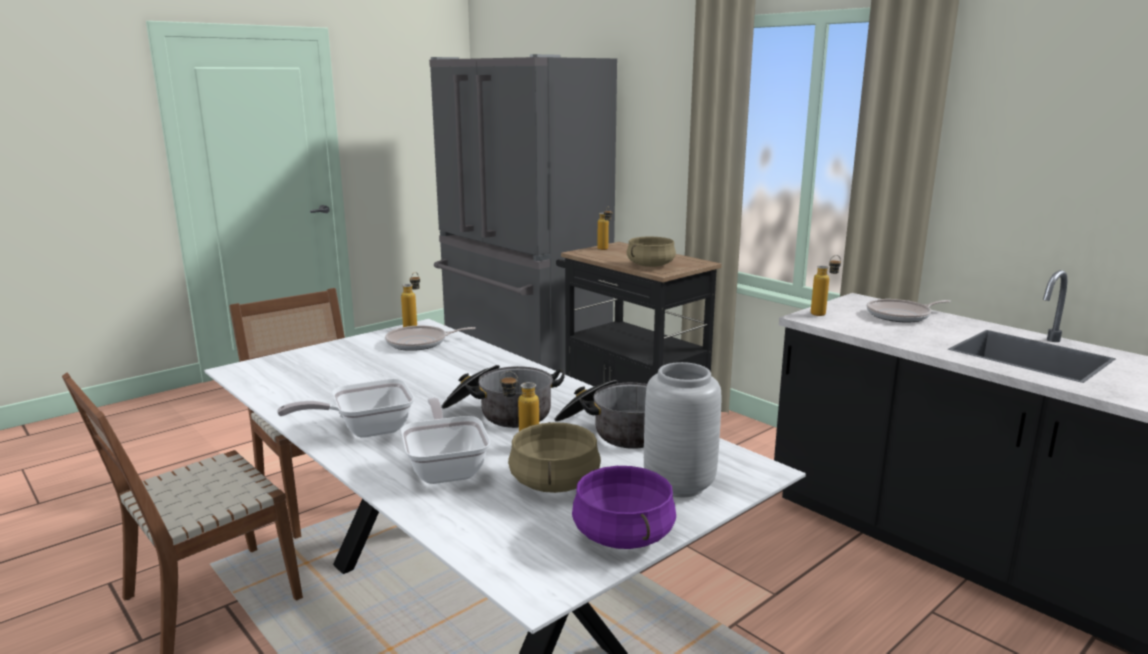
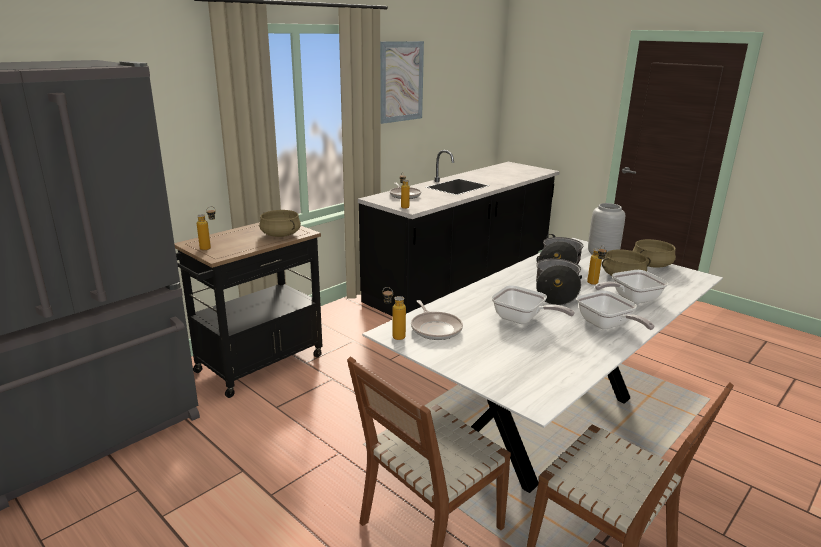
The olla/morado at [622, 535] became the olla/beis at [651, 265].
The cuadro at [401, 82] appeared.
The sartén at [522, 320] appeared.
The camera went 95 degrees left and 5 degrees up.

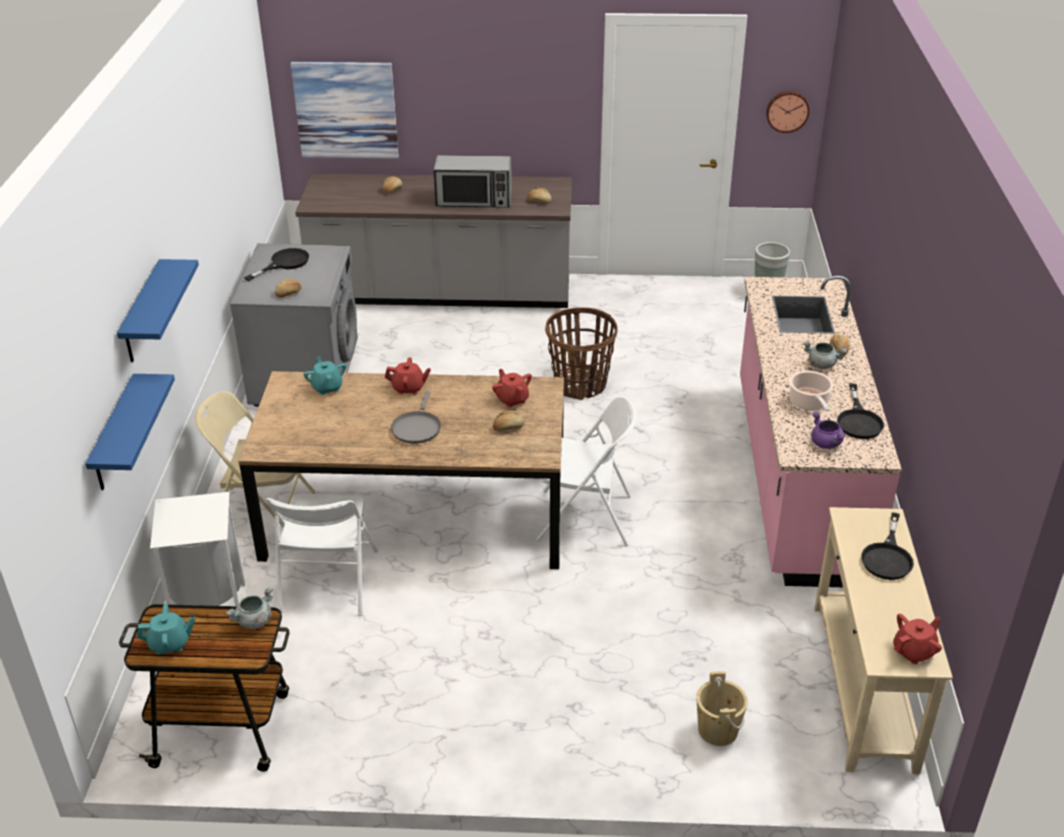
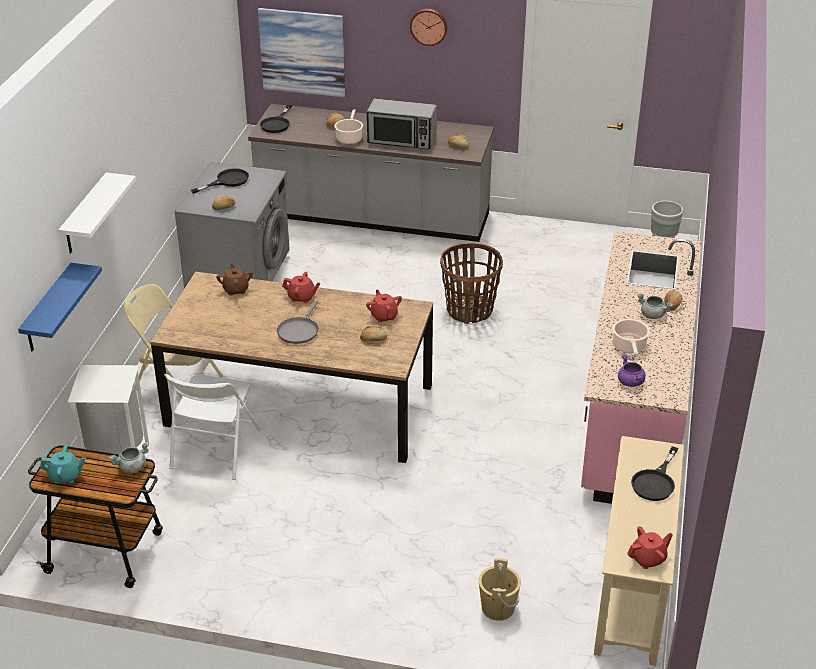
The estante/azul at [142, 313] became the estante/blanco at [85, 215].
The tetera/turquesa at [327, 387] became the tetera/marrón at [236, 290].
The silla/blanco at [584, 518] disappeared.
The reloj de pared moved from [787, 111] to [429, 26].
The sartén/negro moved from [858, 420] to [277, 123].
The olla at [349, 138] appeared.
The camera went 10 degrees right and 0 degrees up.

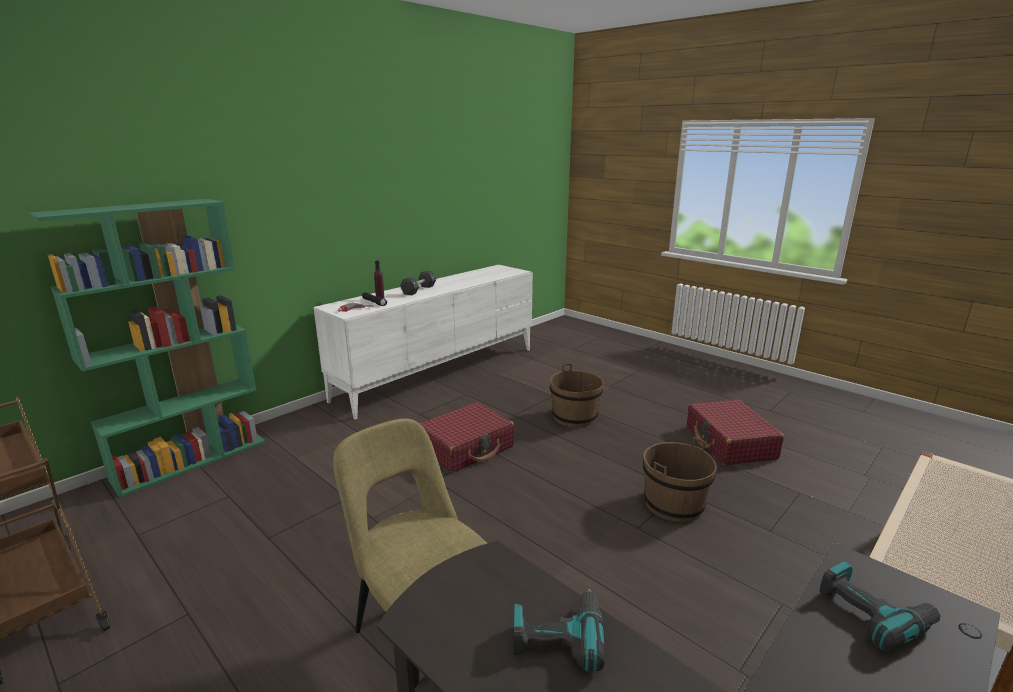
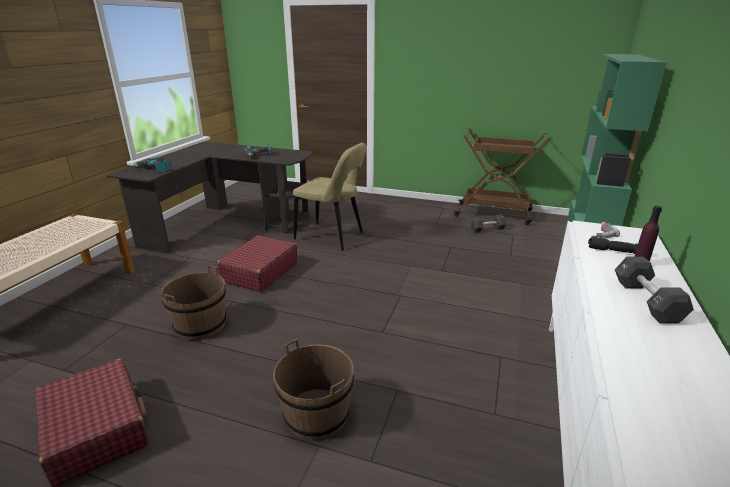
The maleta/rojo moved from [466, 447] to [260, 272].
The mancuerna/negro at [487, 229] appeared.
The camera went 155 degrees right and 5 degrees up.

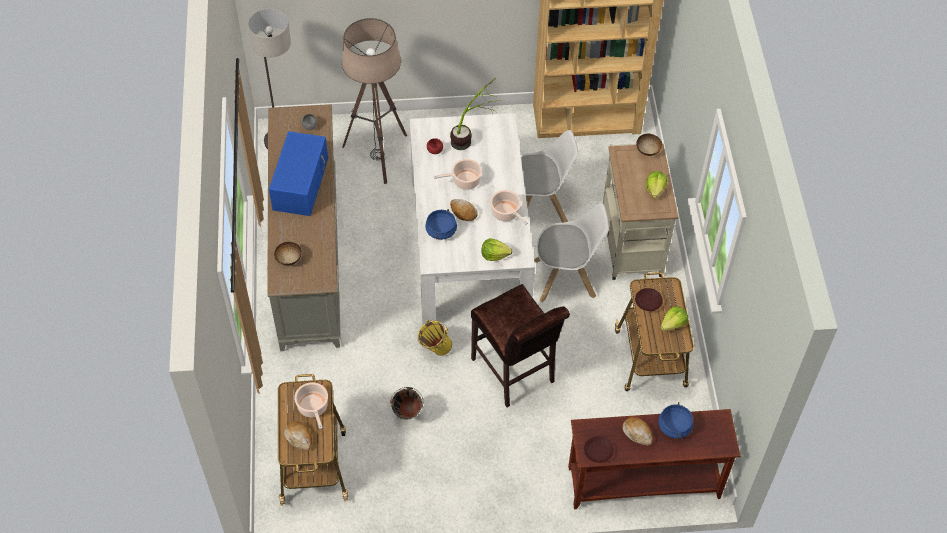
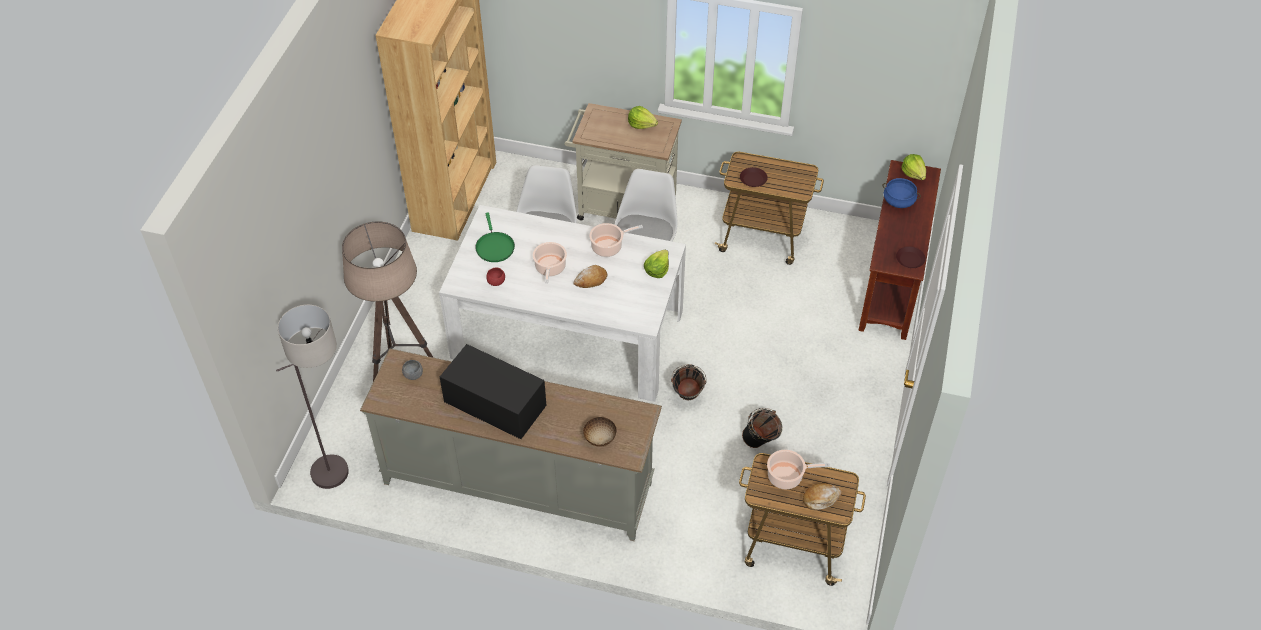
The microondas/azul at [300, 182] became the microondas/negro at [493, 403].
The cubo/amarillo at [434, 349] became the cubo/negro at [687, 399].
The olla/azul at [441, 231] disappeared.
The planta en maceta at [472, 137] was replaced by the sartén/verde at [494, 247].
The taburete/marrón at [515, 374] disappeared.
The pan at [637, 433] disappeared.
The cuenco at [647, 151] disappeared.
The lechuga moved from [673, 324] to [913, 173].
The camera went 70 degrees left and 5 degrees down.

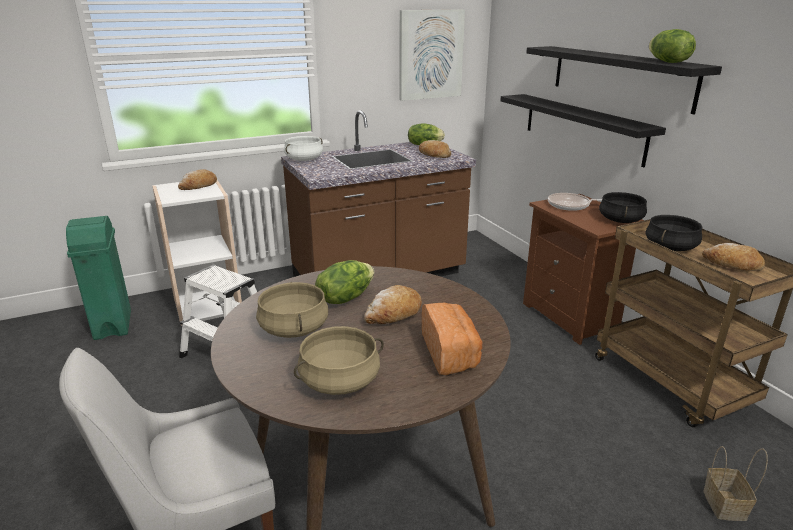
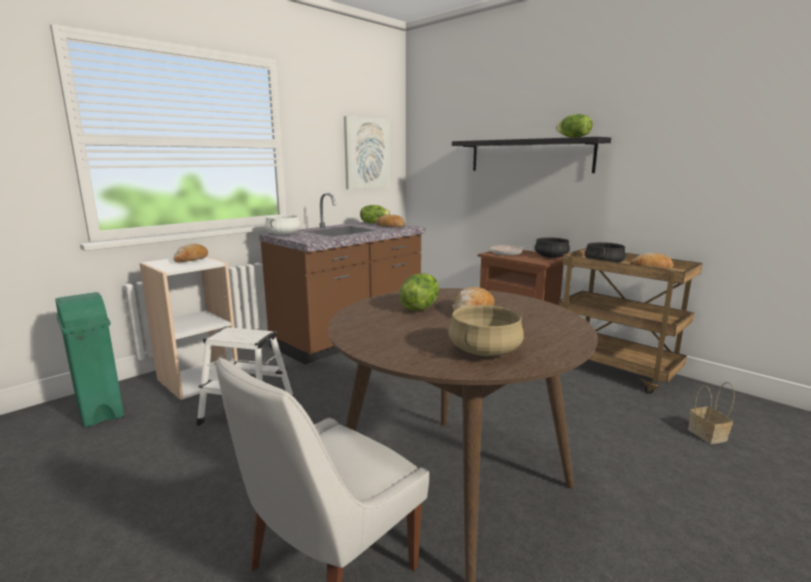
The olla/beis at [294, 328] disappeared.
The pan at [451, 353] disappeared.
The estante/negro at [582, 127] disappeared.
The camera went 20 degrees left and 10 degrees down.

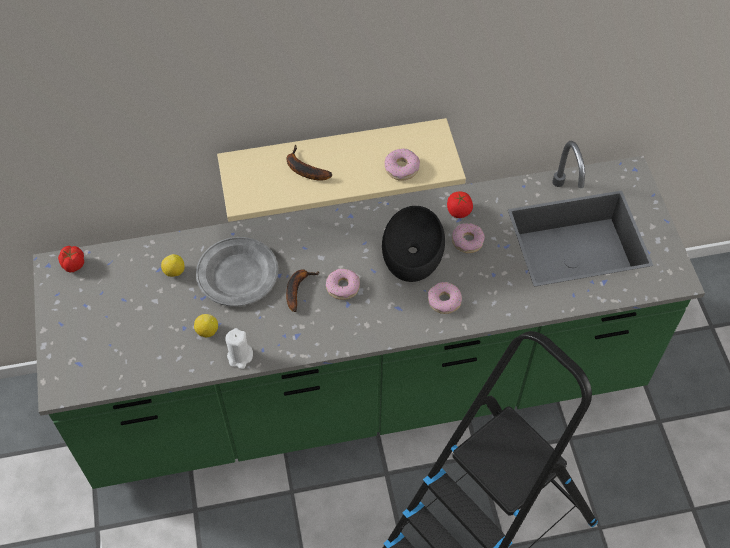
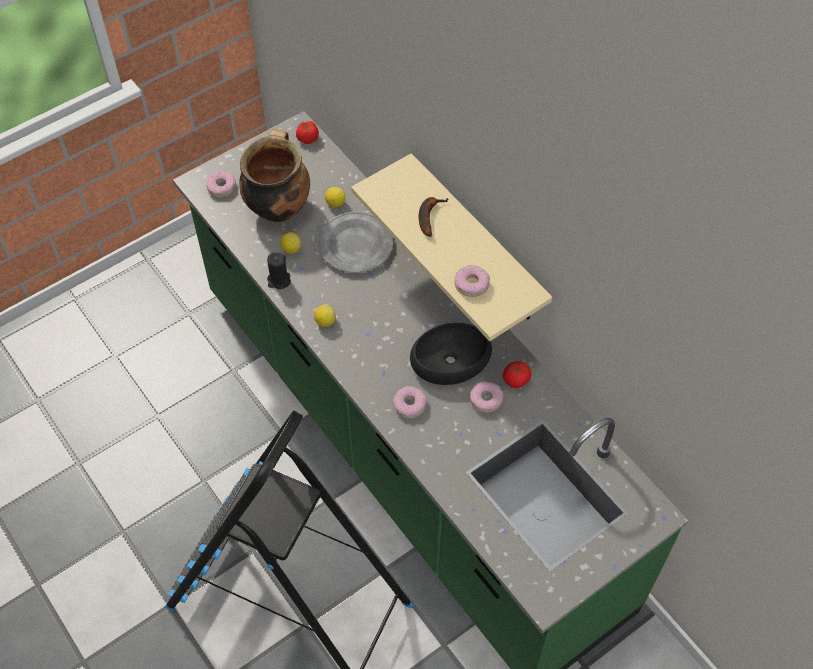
The vela/blanco at [240, 356] became the vela/negro at [279, 280].
The plátano at [297, 288] disappeared.
The rosquilla moved from [343, 287] to [221, 187].
The olla at [278, 207] appeared.
The limón at [325, 321] appeared.
The camera went 65 degrees right and 0 degrees up.

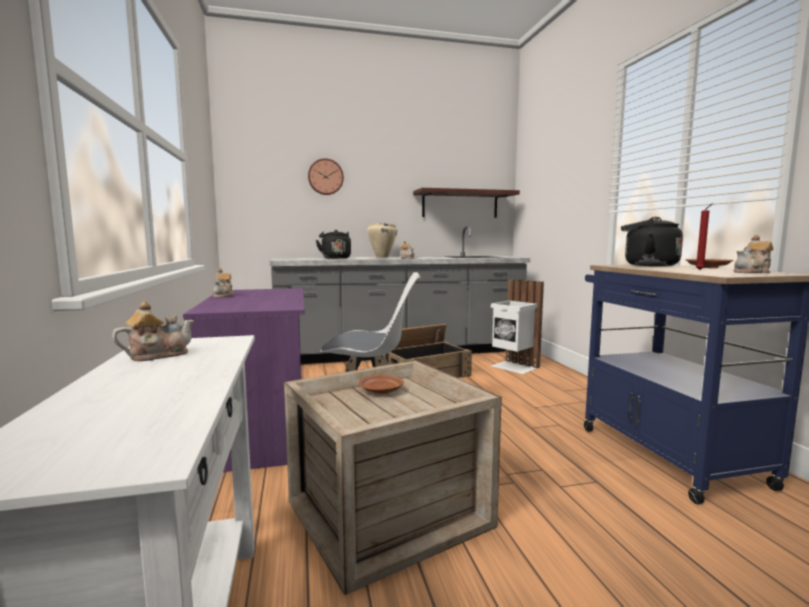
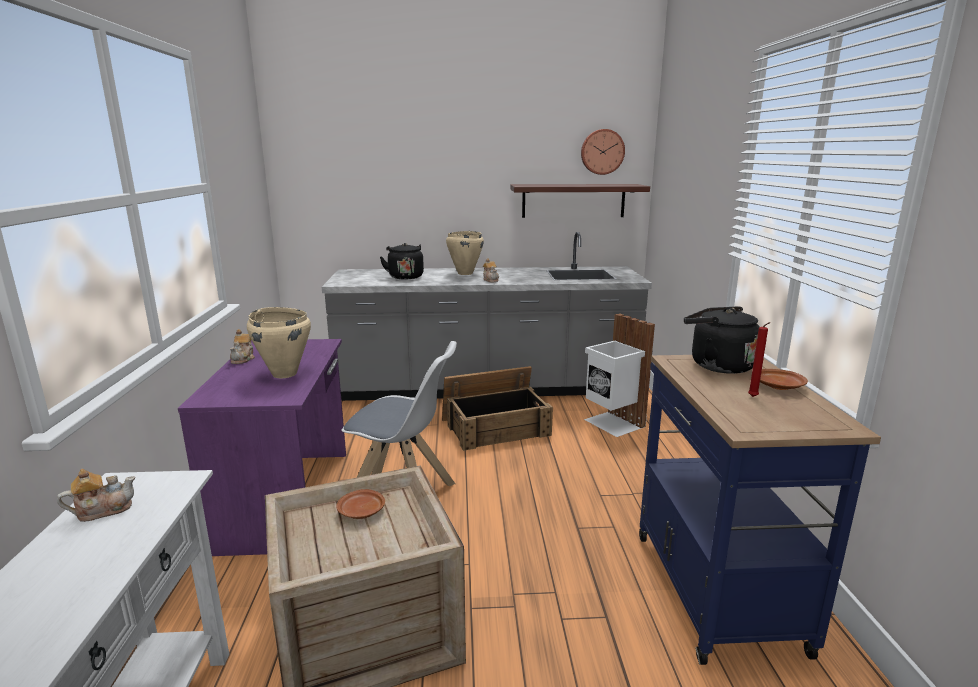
The reloj de pared moved from [325, 177] to [602, 152].
The tetera at [752, 272] disappeared.
The olla/beis at [284, 374] appeared.
The camera went 10 degrees right and 10 degrees up.

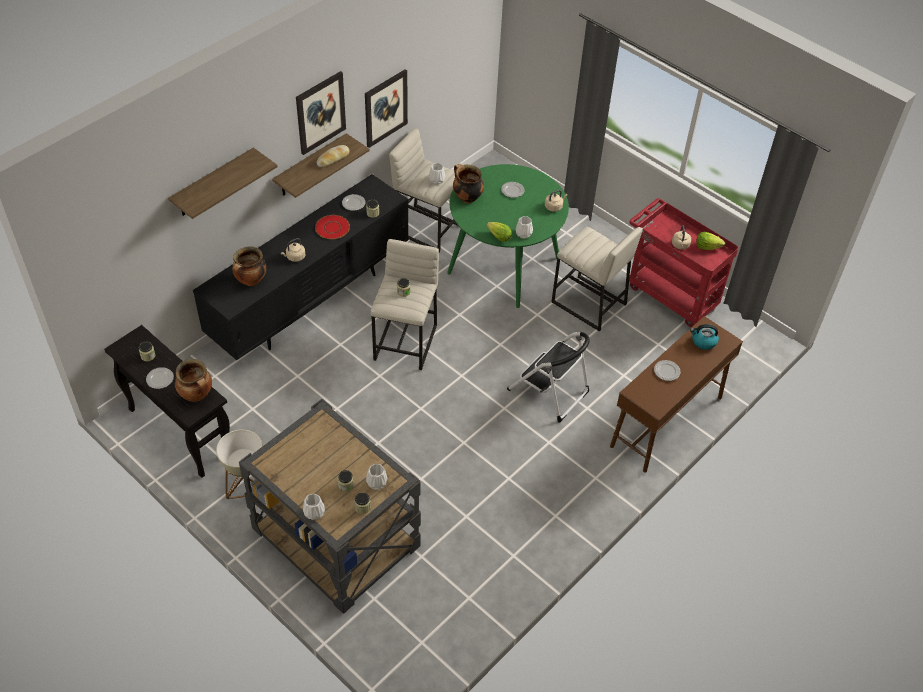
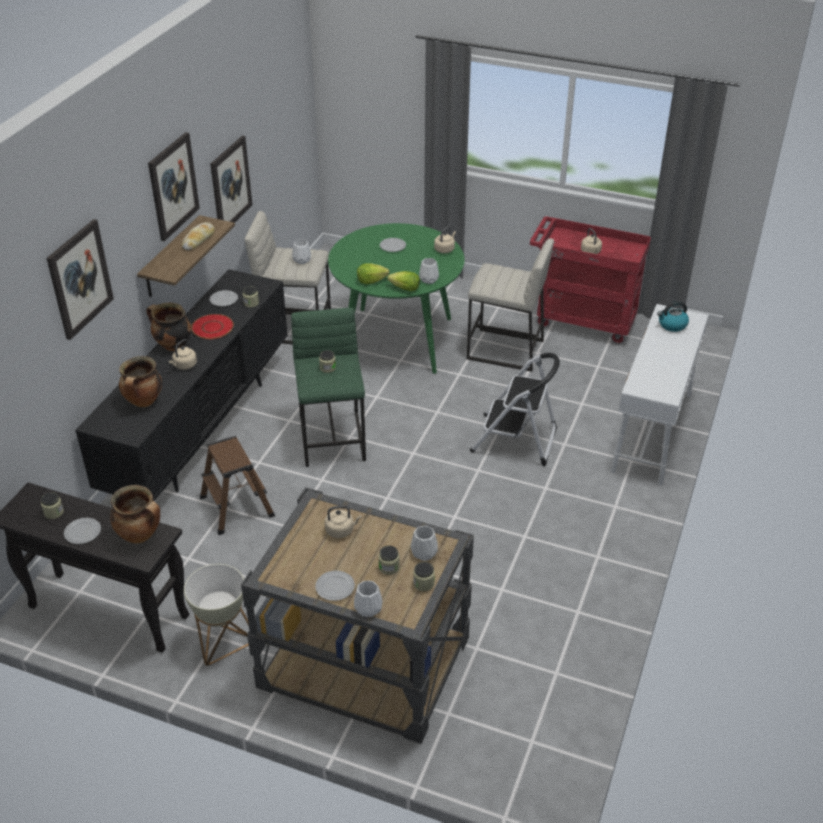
The estante at [213, 183] was replaced by the cuadro at [80, 279].
The taburete/beis at [405, 342] became the taburete/verde at [332, 439].
The olla moved from [467, 197] to [172, 345].
The mesa consola/marrón at [665, 421] became the mesa consola/blanco at [651, 432].
The plato moved from [666, 371] to [334, 587].
The lechuga moved from [707, 247] to [371, 281].
The escalera de tijera/marrón at [237, 506] appeared.
The hervidor/beis at [341, 530] appeared.
The camera went 20 degrees left and 10 degrees down.

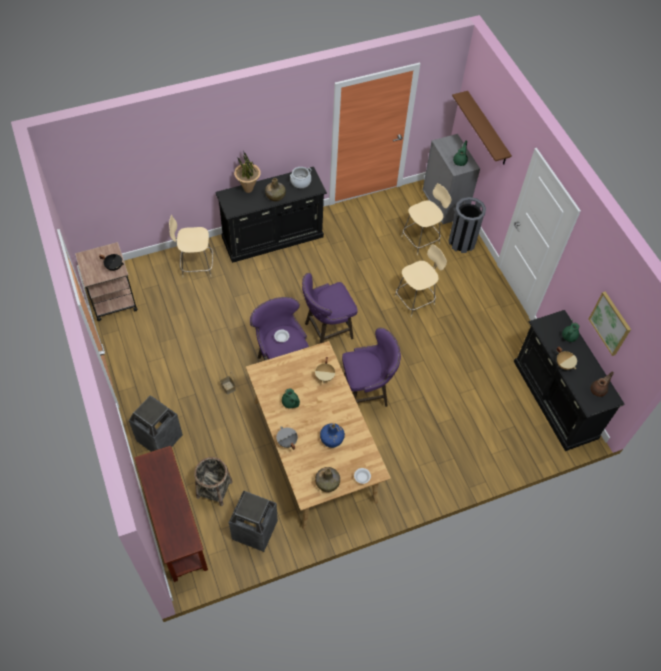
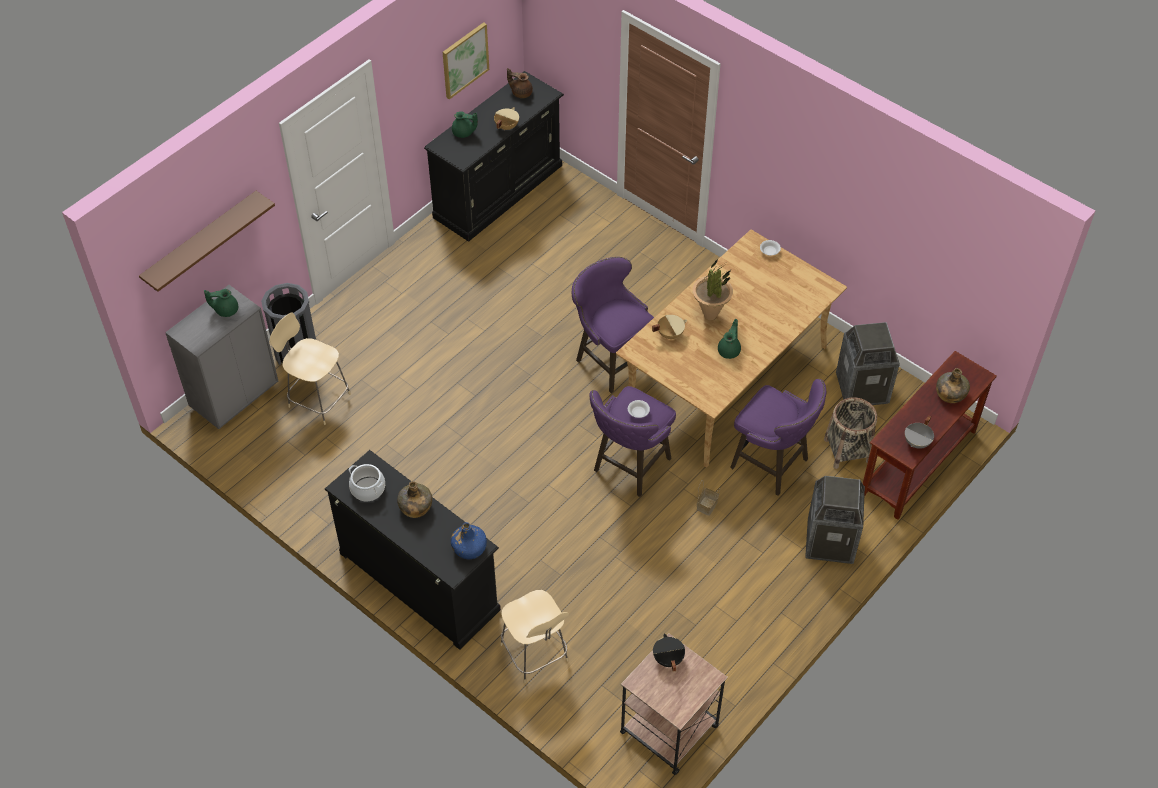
The planta en maceta moved from [248, 189] to [710, 315].
The olla/gris moved from [286, 442] to [917, 442].
The taburete/morado moved from [326, 331] to [772, 465].
The botella/verde moved from [327, 482] to [950, 394].
The botella/azul moved from [332, 439] to [469, 548].
The silla/beis at [415, 300] disappeared.
The camera went 115 degrees left and 5 degrees down.

